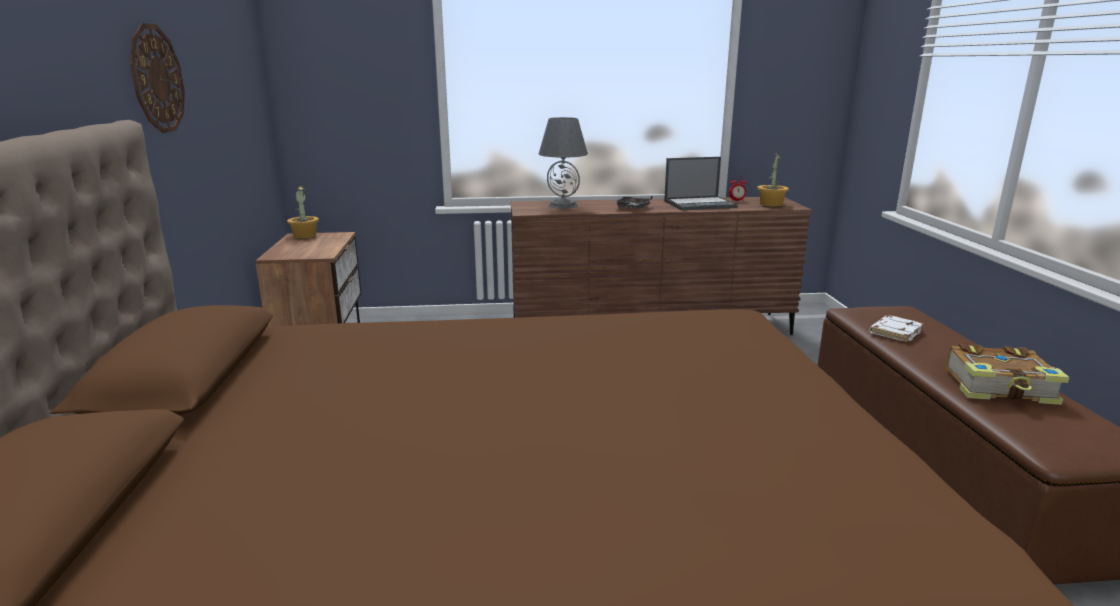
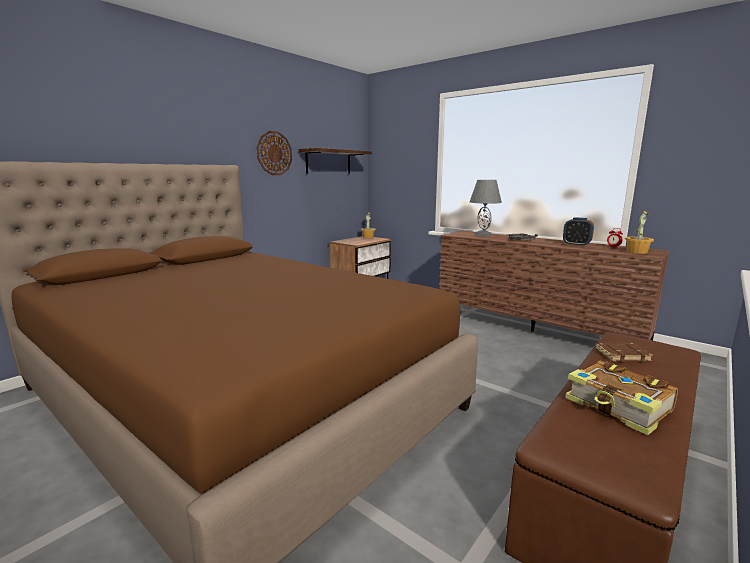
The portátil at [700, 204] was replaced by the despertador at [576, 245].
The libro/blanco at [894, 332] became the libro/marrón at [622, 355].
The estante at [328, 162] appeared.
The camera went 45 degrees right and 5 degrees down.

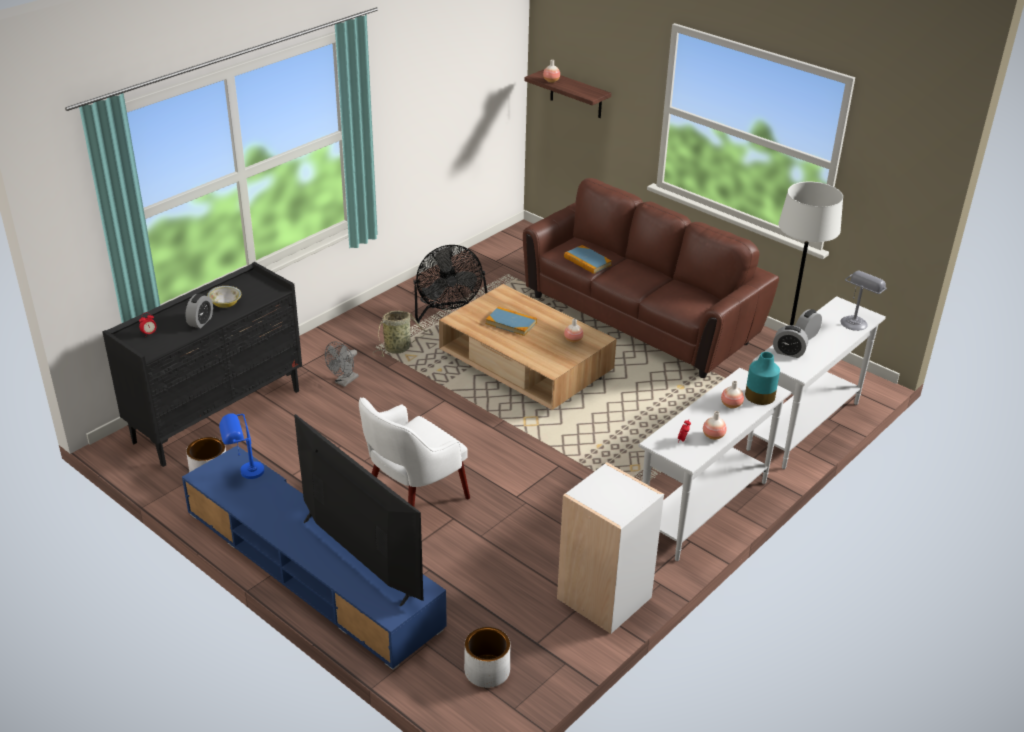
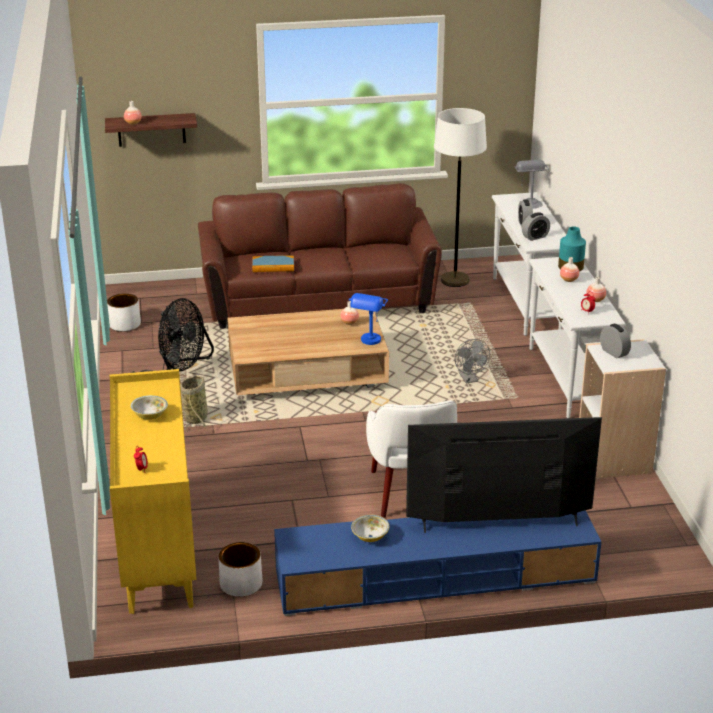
The armario/negro at [218, 415] became the armario/amarillo at [158, 547].
The despertador moved from [201, 322] to [614, 352].
The lámpara de mesa/azul moved from [244, 473] to [369, 343].
The ventilador/gris moved from [344, 382] to [470, 379].
The maceta/blanco moved from [487, 671] to [124, 325].
The libro at [511, 323] disappeared.
The cuenco at [370, 536] appeared.
The camera went 50 degrees left and 5 degrees down.

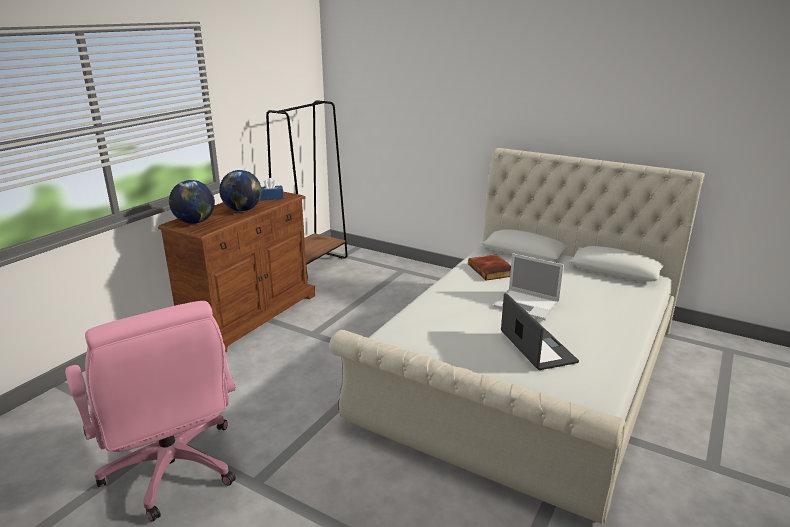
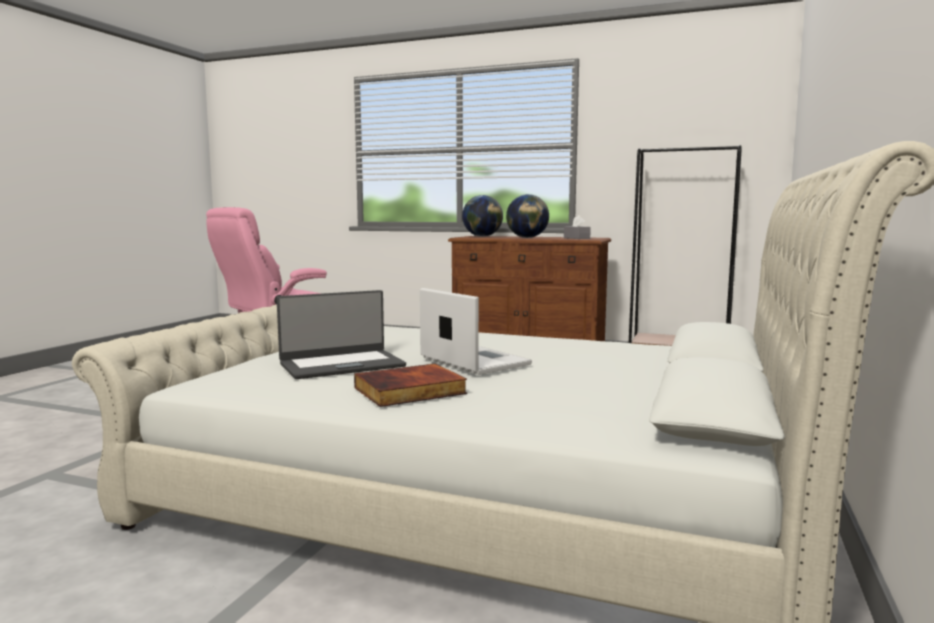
The caja de pañuelos/azul at [271, 197] became the caja de pañuelos/gris at [576, 238].
The libro moved from [492, 270] to [410, 391].
The portátil at [527, 305] turned 120 degrees clockwise.
The camera went 80 degrees right and 15 degrees down.

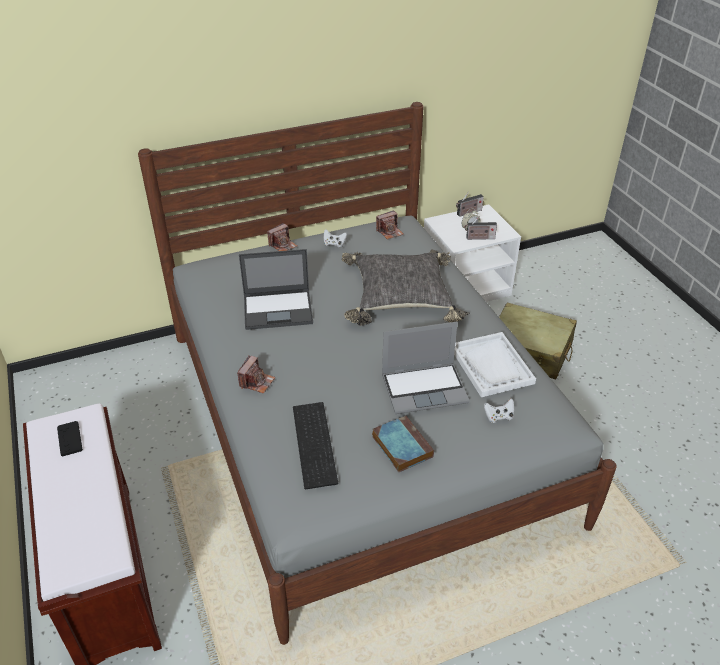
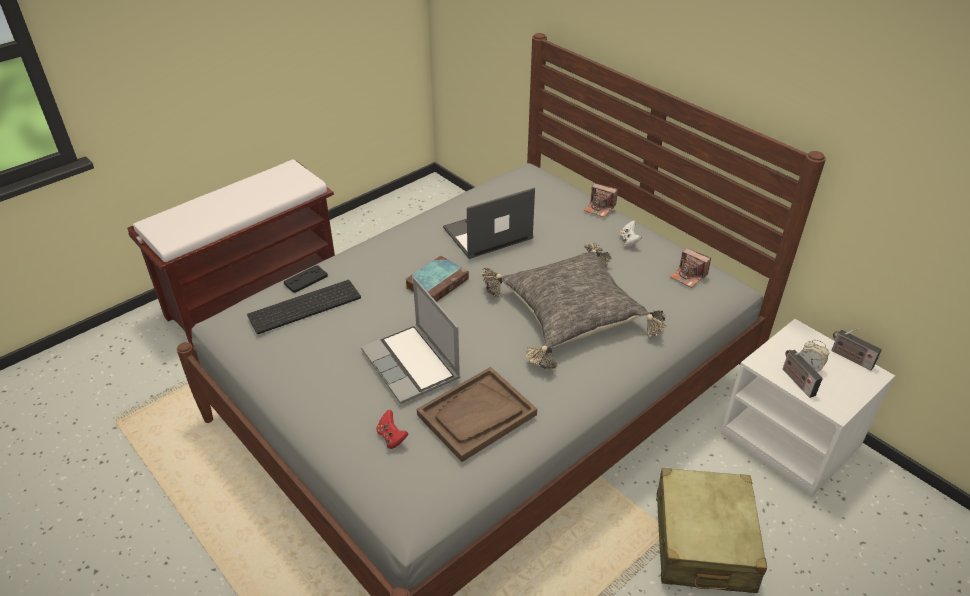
The mando de consola/negro moved from [70, 439] to [306, 279].
The cámara at [257, 382] disappeared.
The portátil at [279, 309] turned 90 degrees clockwise.
The libro moved from [401, 446] to [437, 282].
The bandeja/blanco at [492, 366] became the bandeja/marrón at [476, 415].
The mando de consola/blanco at [498, 417] became the mando de consola/rojo at [391, 437].
The camera went 70 degrees right and 0 degrees up.

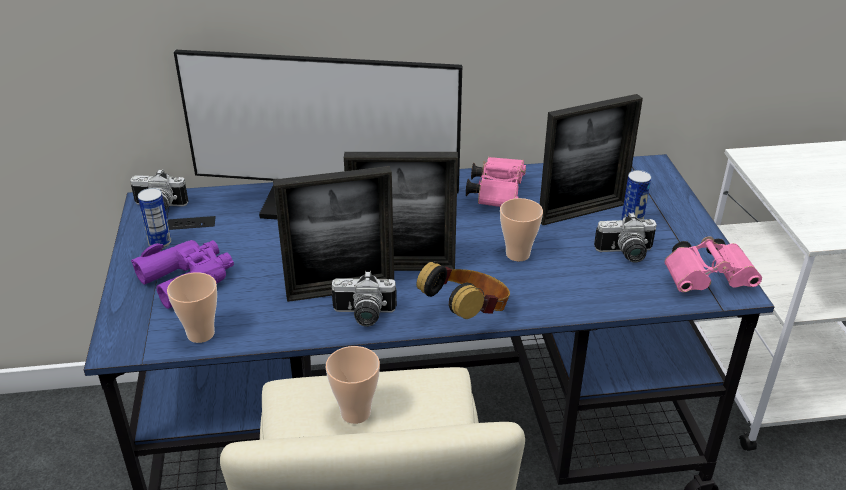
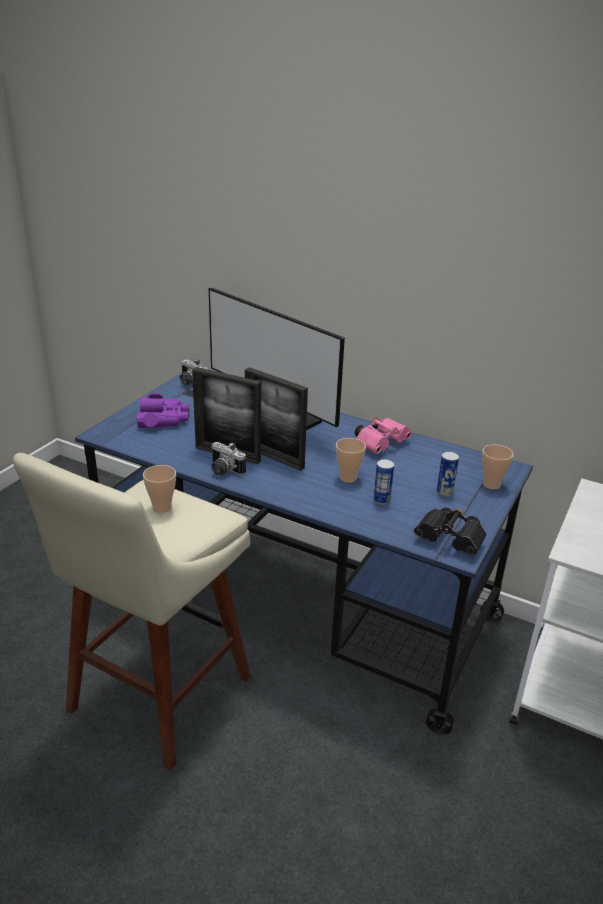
The lata moved from [160, 243] to [381, 501].
The taza moved from [201, 334] to [491, 484].
The auriculares at [467, 314] disappeared.
The portarretratos at [582, 212] disappeared.
The cámara at [626, 254] disappeared.
The prismáticos/rosa at [710, 279] became the prismáticos/negro at [451, 541].
The camera went 35 degrees right and 5 degrees down.

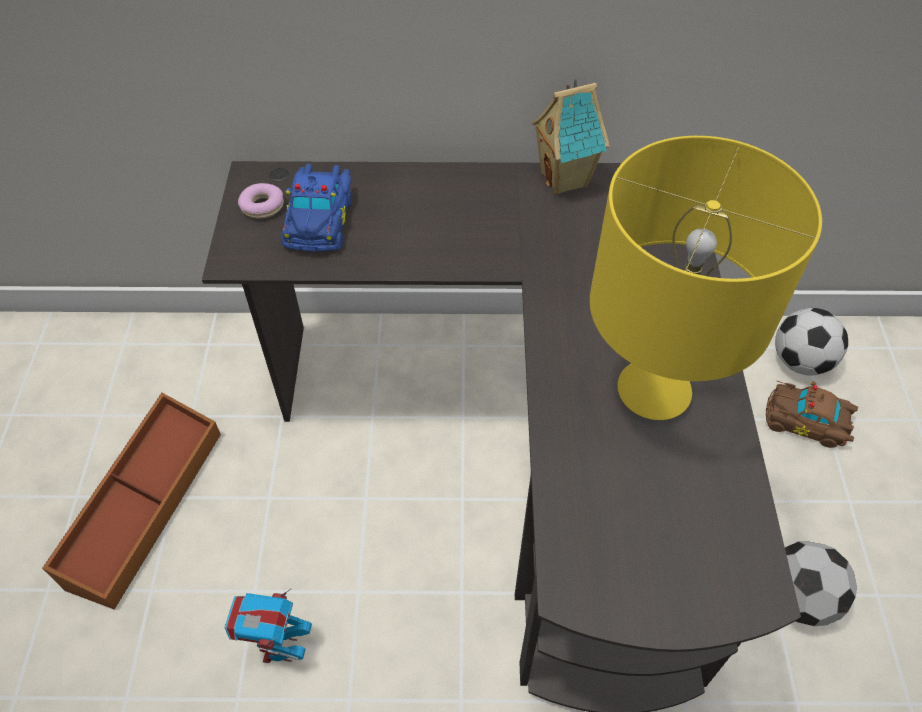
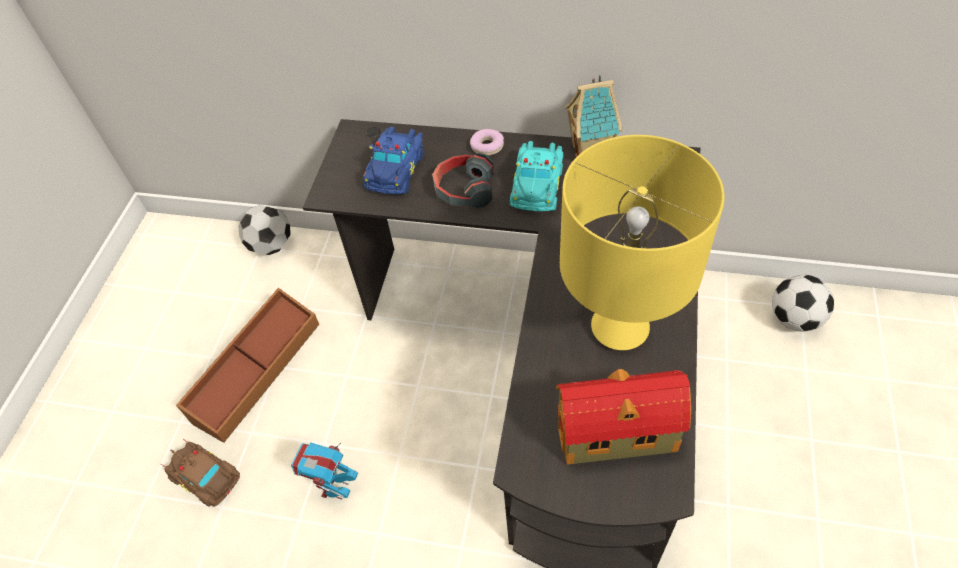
The rosquilla moved from [262, 206] to [487, 146].
The coche de juguete/marrón moved from [807, 423] to [206, 479].
The balón de fútbol moved from [799, 598] to [271, 246].
The auriculares at [464, 190] appeared.
The coche de juguete/turquesa at [538, 185] appeared.
The casita at [619, 433] appeared.
The camera went 15 degrees right and 0 degrees up.

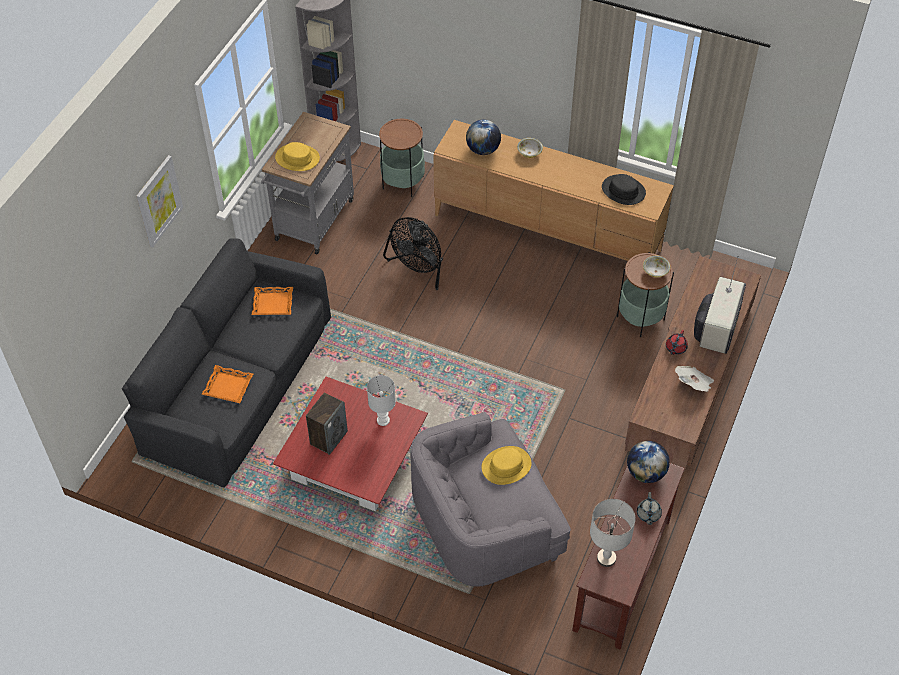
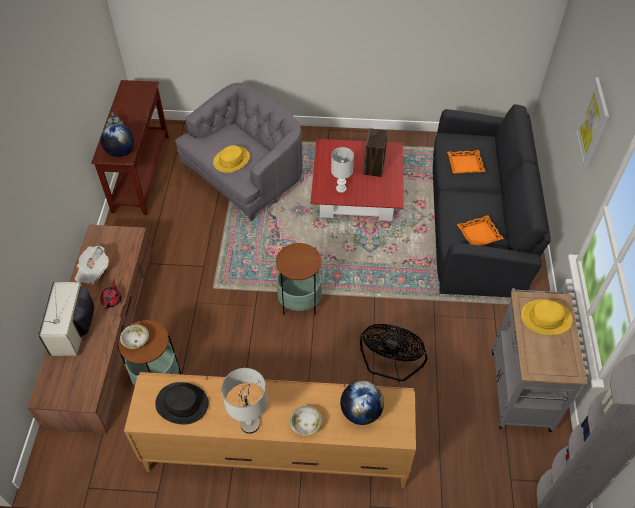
The mesa auxiliar moved from [403, 182] to [299, 301].
The lámpara de mesa/gris moved from [606, 558] to [250, 425].
The camera went 160 degrees right and 0 degrees up.

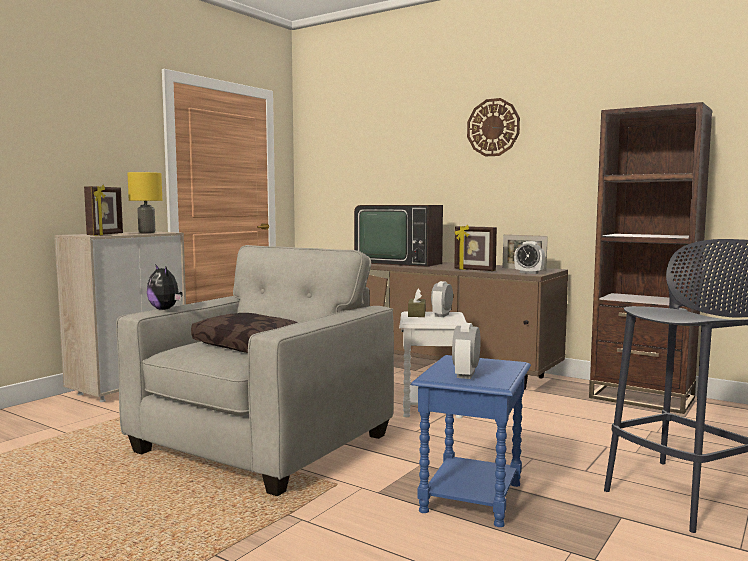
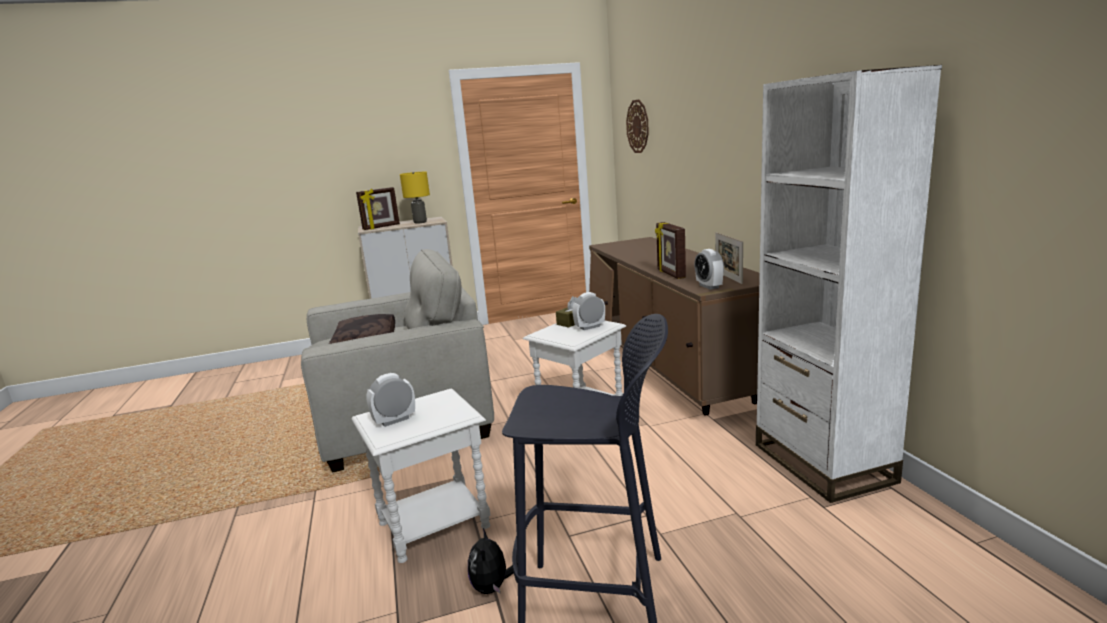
The peluche moved from [165, 309] to [492, 587].
The televisor at [399, 262] disappeared.
The mesa auxiliar/azul at [473, 497] became the mesa auxiliar/blanco at [434, 525].
The reloj de pared moved from [493, 127] to [638, 126].
The estantería/marrón at [641, 398] became the estantería/blanco at [822, 463].
The camera went 40 degrees right and 10 degrees up.

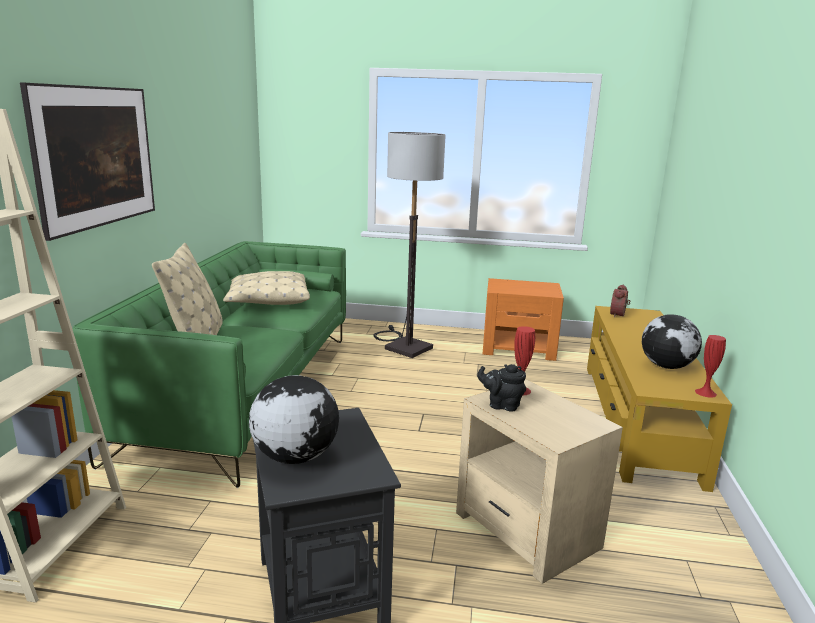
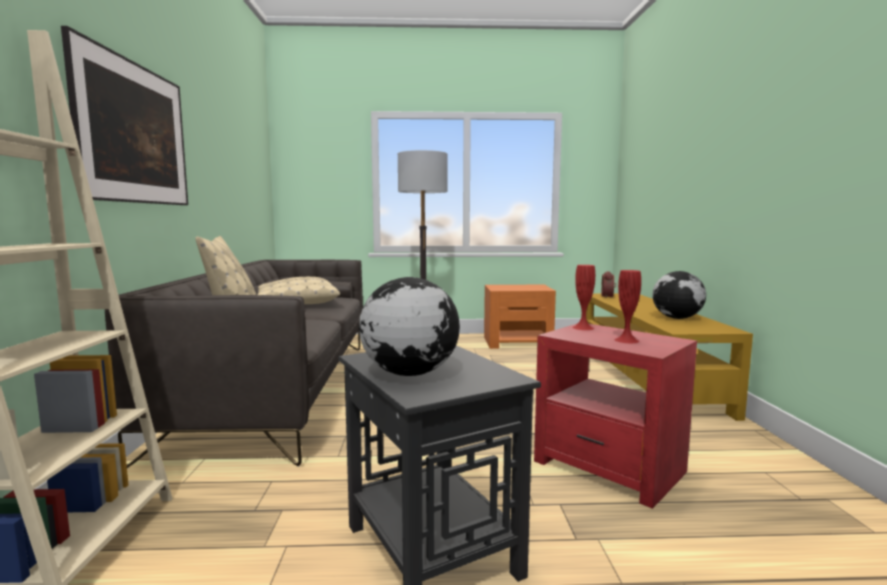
The sofá/verde at [245, 392] became the sofá/gris at [279, 390].
The mesa auxiliar/beis at [527, 531] became the mesa auxiliar/rojo at [609, 467].
The tetera/negro at [502, 405] disappeared.
The florero/rojo moved from [705, 393] to [626, 340].
The camera went 10 degrees left and 10 degrees down.

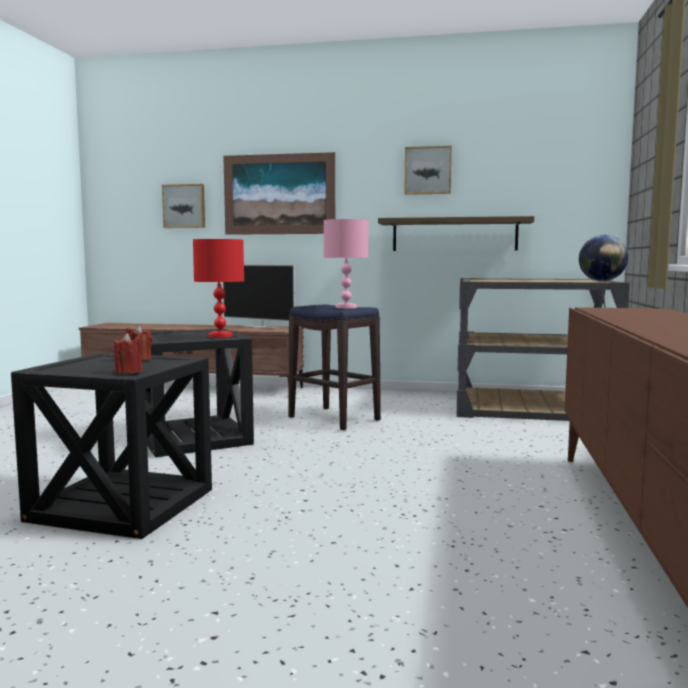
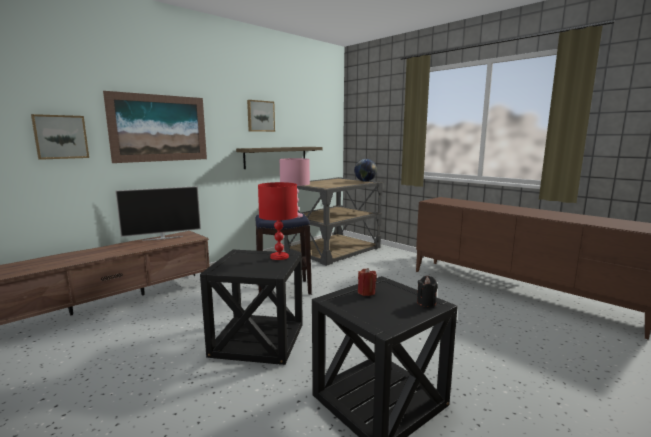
The vela/rojo at [128, 371] became the vela/negro at [426, 303].
The camera went 55 degrees left and 5 degrees up.

